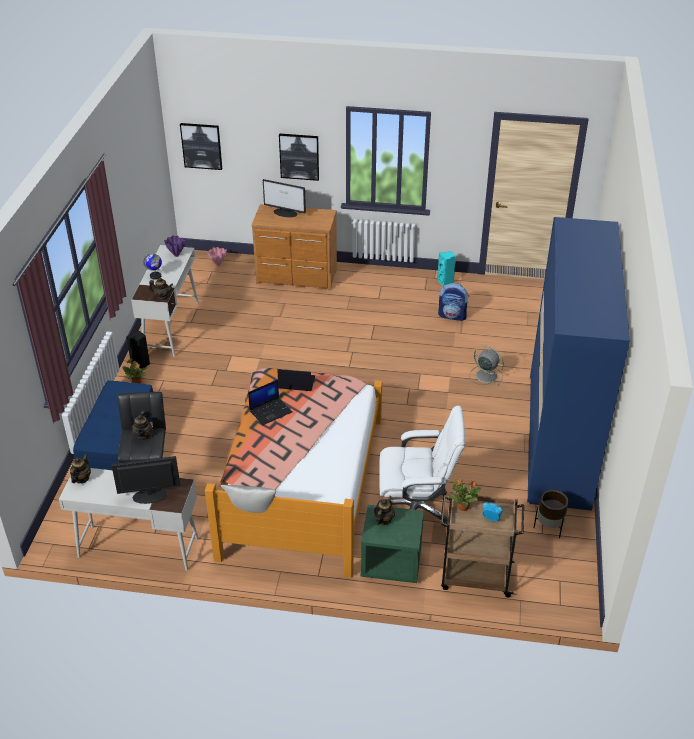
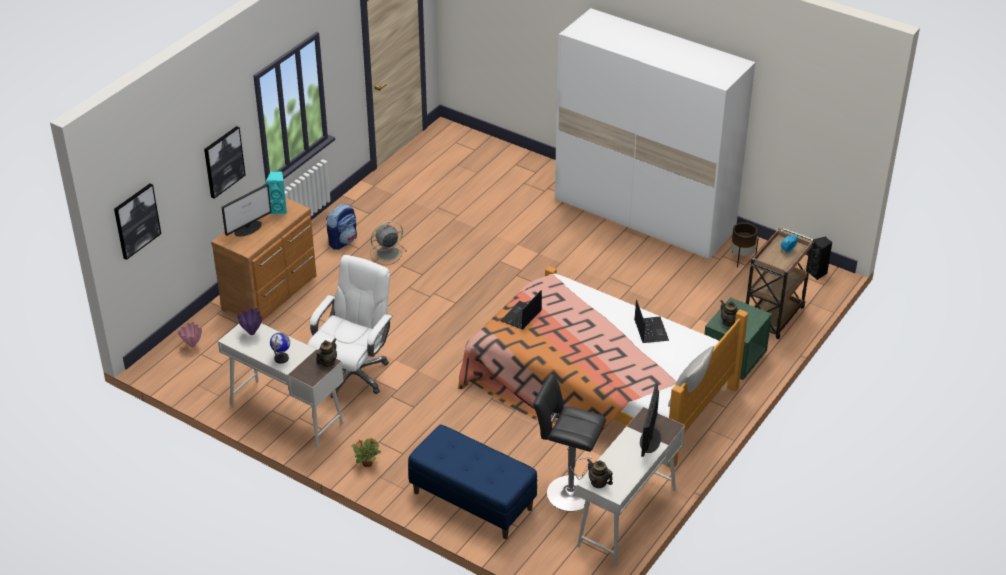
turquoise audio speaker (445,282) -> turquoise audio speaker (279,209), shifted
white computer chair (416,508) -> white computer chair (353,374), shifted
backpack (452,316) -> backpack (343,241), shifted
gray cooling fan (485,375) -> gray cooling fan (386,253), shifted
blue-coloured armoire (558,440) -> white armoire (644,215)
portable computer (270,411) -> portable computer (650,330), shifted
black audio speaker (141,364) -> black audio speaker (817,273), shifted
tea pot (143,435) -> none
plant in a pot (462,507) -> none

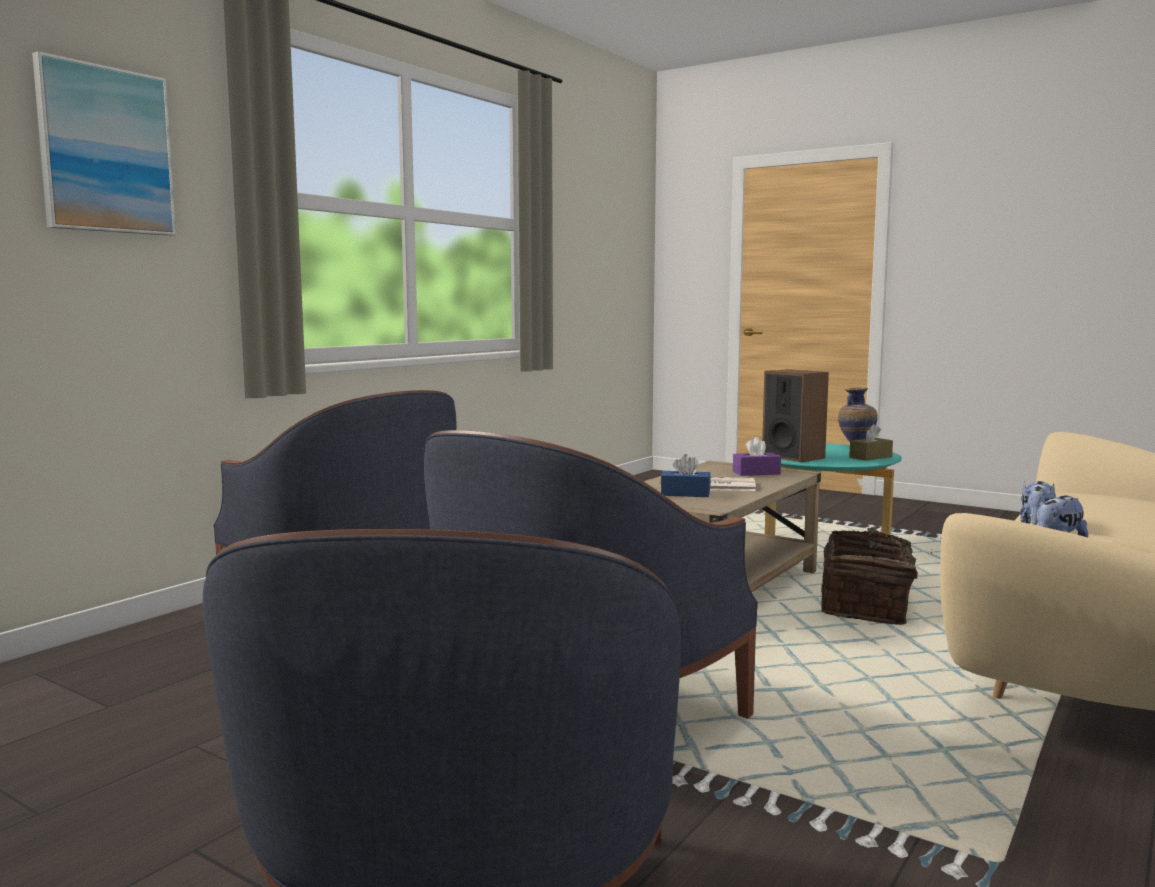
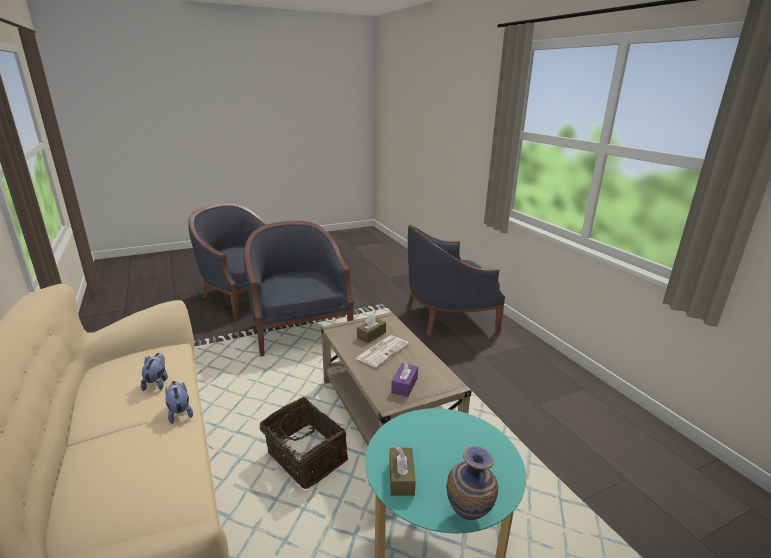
blue-coloured tissue box (685,494) -> brown-coloured tissue box (371,335)
wall picture (106,150) -> none
audio speaker (793,457) -> none

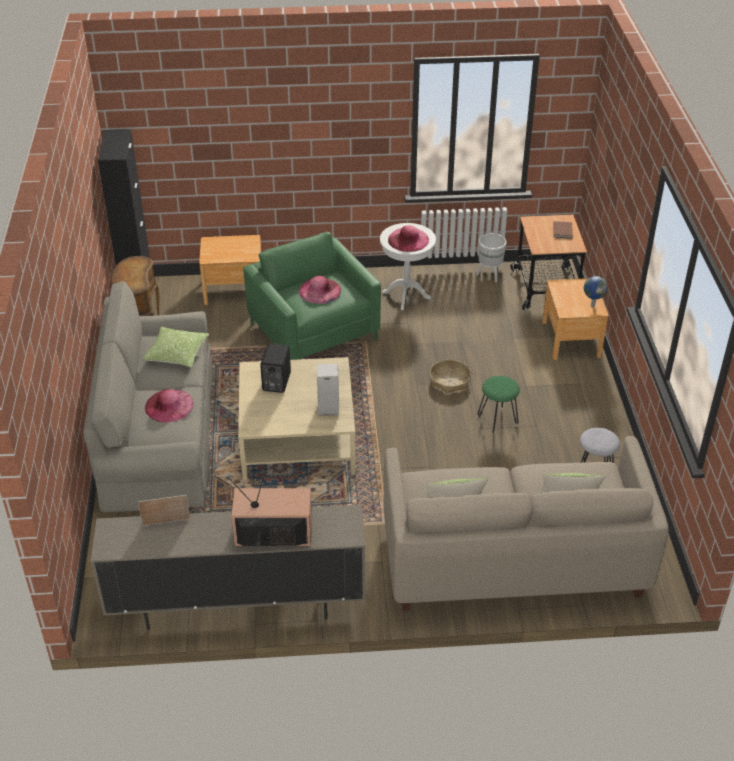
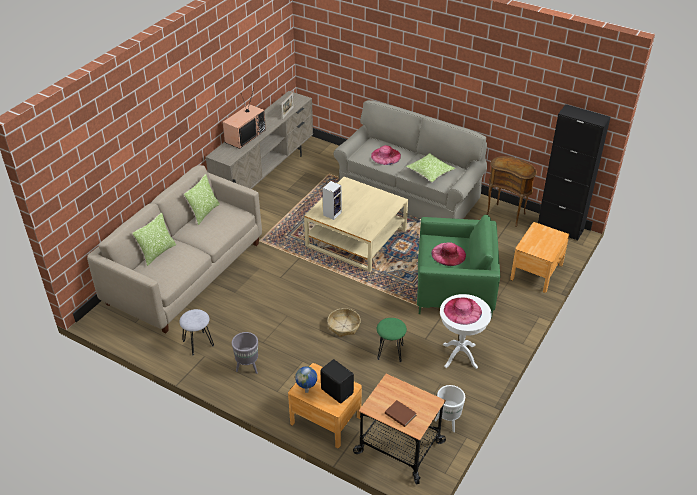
none -> gray plant pot (247,367)
black audio speaker (275,382) -> black audio speaker (337,391), shifted
green sitting stool (498,420) -> green sitting stool (390,352), shifted

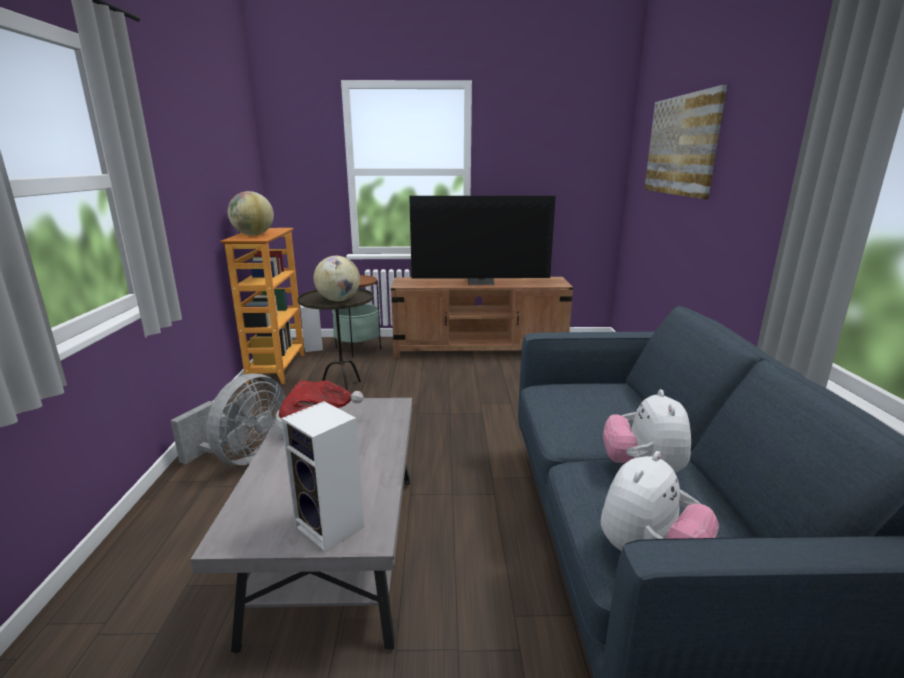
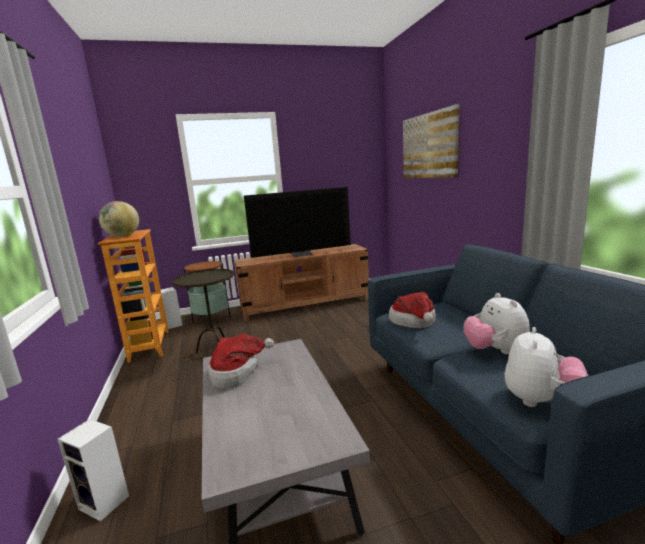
audio speaker (332,527) -> audio speaker (106,502), shifted
none -> hat (414,322)
gray cooling fan (243,457) -> none
globe (338,300) -> none

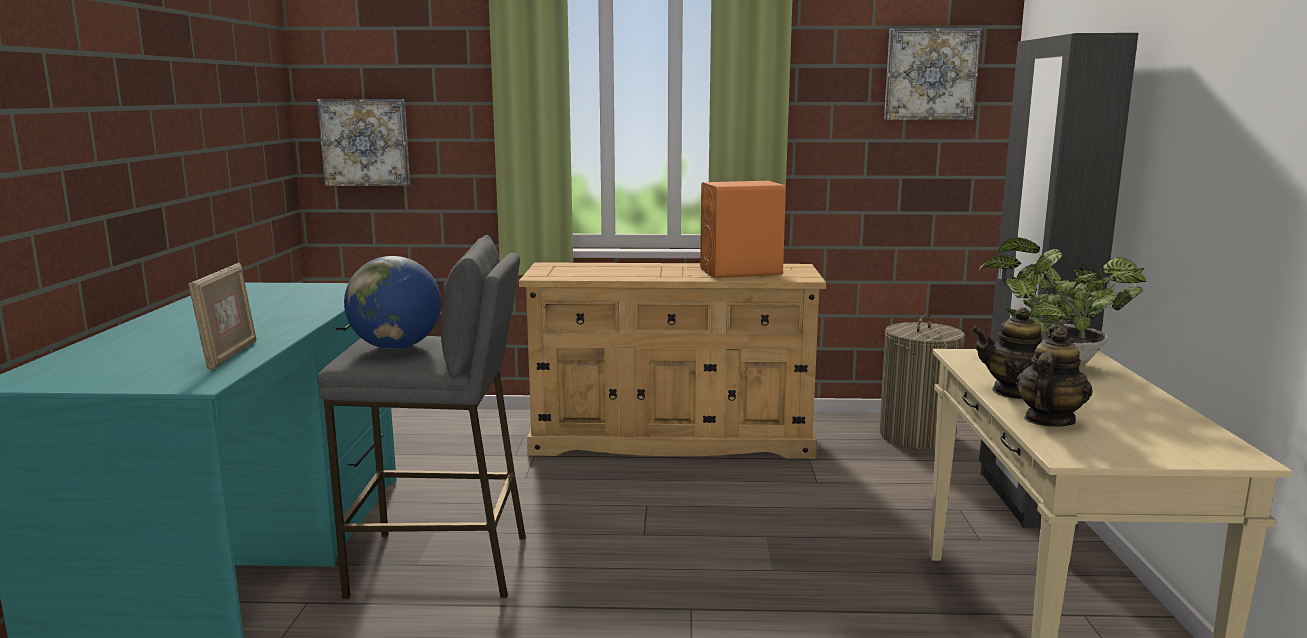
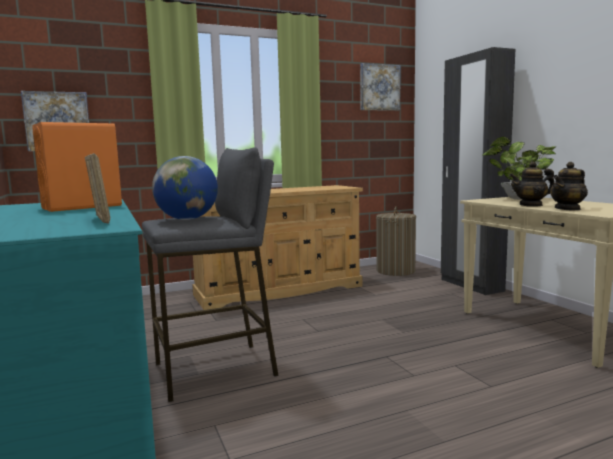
orange-coloured audio speaker (741,272) -> orange-coloured audio speaker (82,207), shifted
tea pot (1048,420) -> tea pot (568,209), 135 degrees counterclockwise

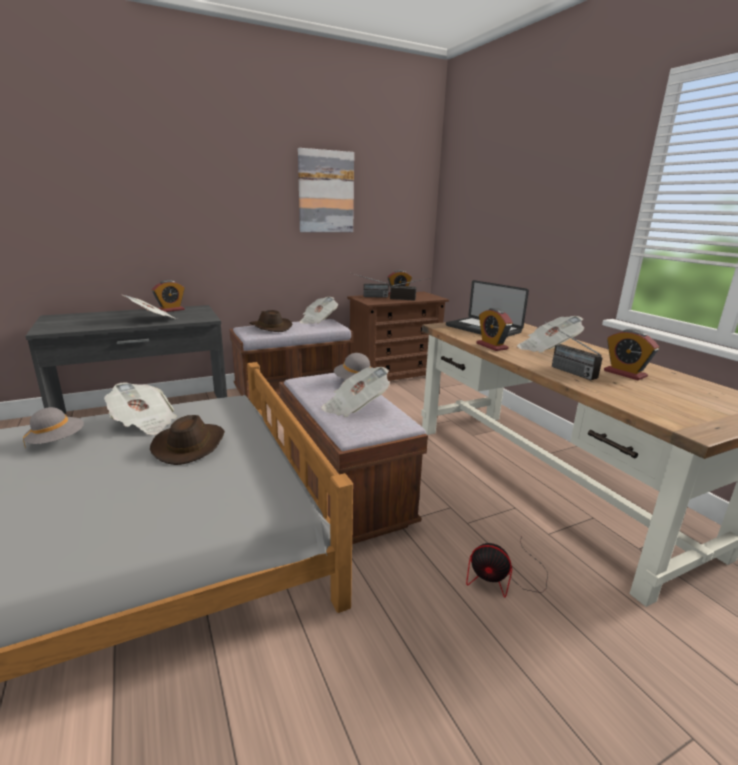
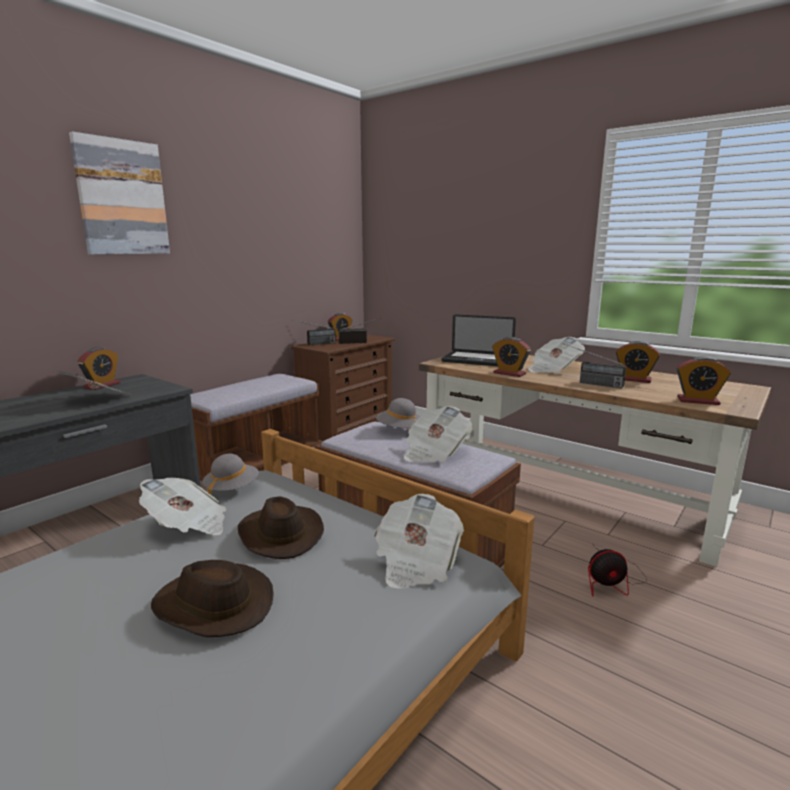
wall picture (326,192) -> wall picture (122,198), shifted
brown-coloured hat (269,327) -> brown-coloured hat (212,606), shifted
gray hat (57,441) -> gray hat (231,489), shifted
daily paper (318,321) -> daily paper (416,562), shifted
none -> bedside clock (698,401)

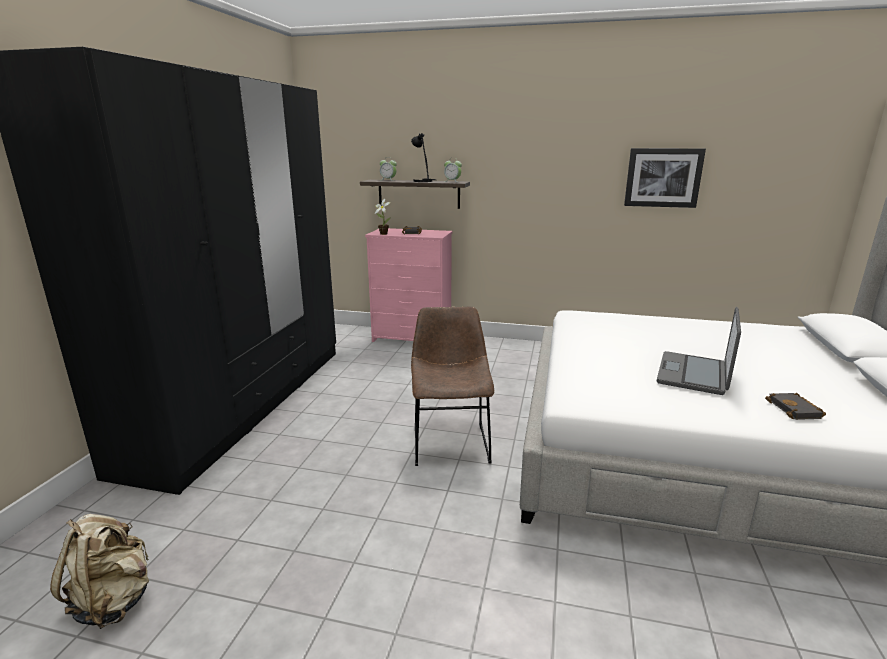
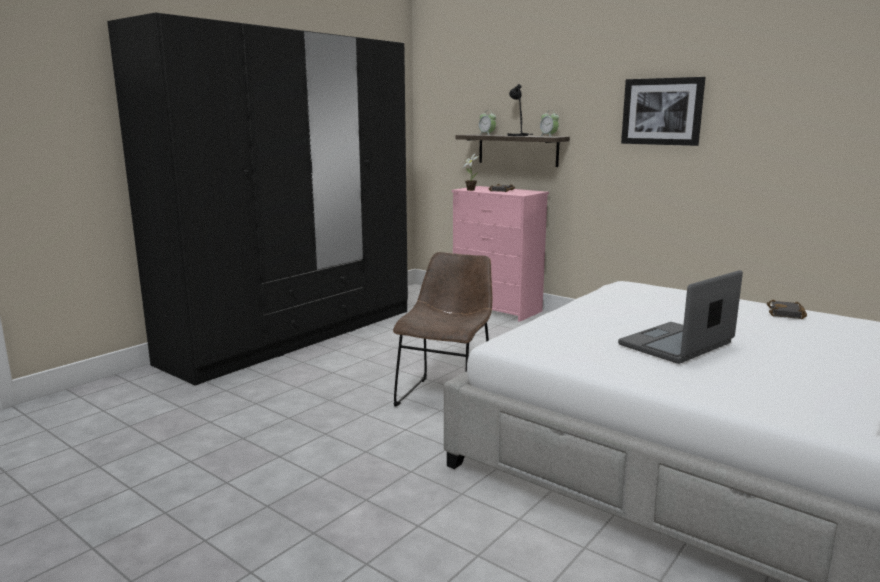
wall picture (663,177) -> wall picture (662,111), shifted
black volume (796,410) -> black volume (787,314), shifted
sand-coloured backpack (114,601) -> none

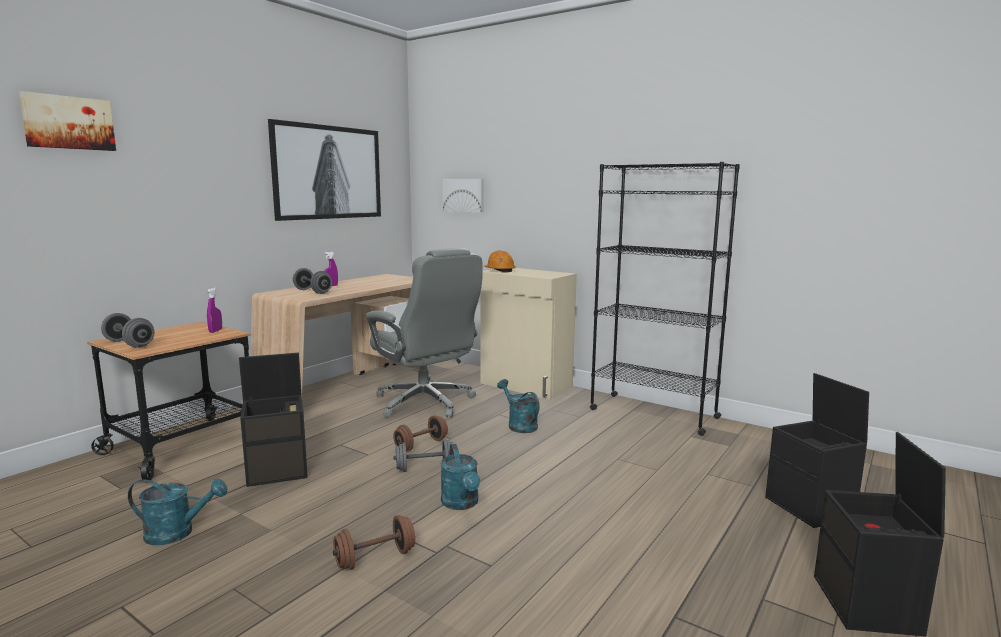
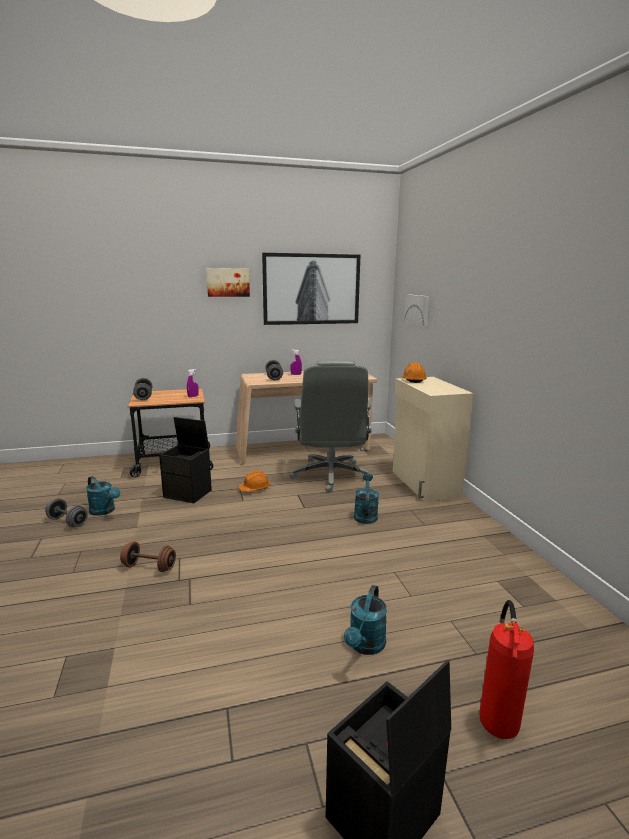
gray hand weight (425,468) -> gray hand weight (67,522), shifted
wall picture (68,123) -> wall picture (228,282), shifted
none -> orange-coloured safety helmet (255,488)
turquoise sprinkling can (461,504) -> turquoise sprinkling can (365,646), shifted
black storage bin (811,508) -> extinguisher (499,705)
brown-coloured hand weight (421,445) -> none
black bookshelf (653,413) -> none

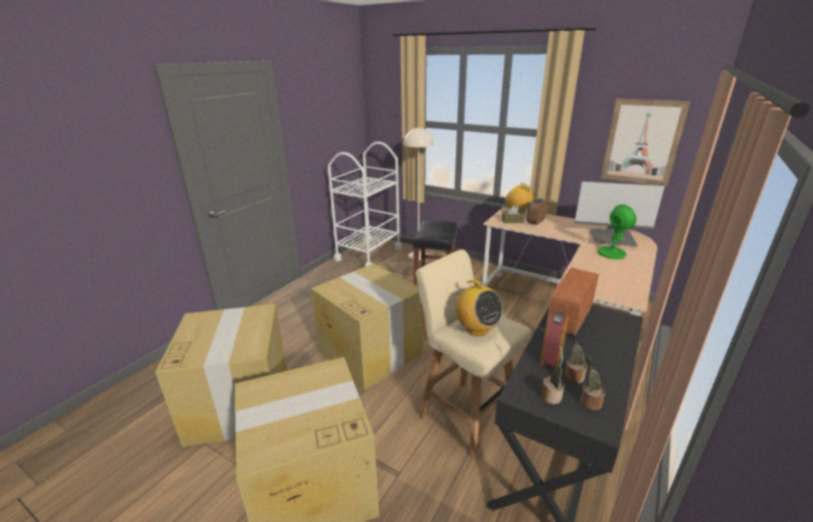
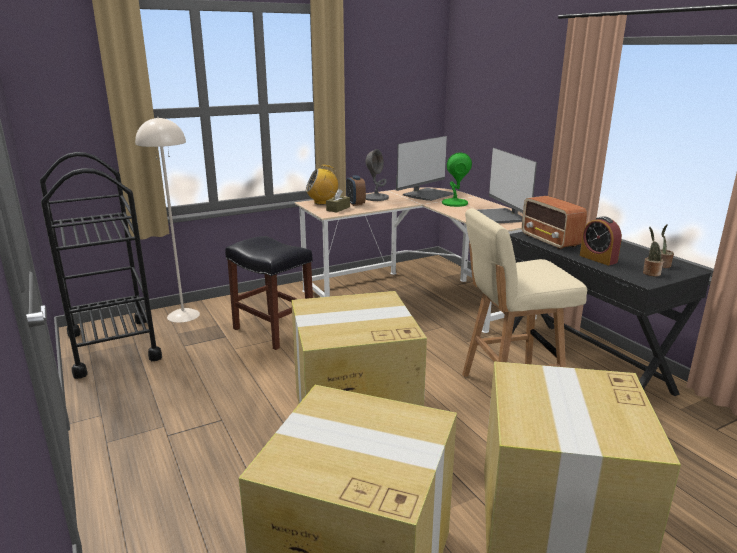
white cart (368,254) -> black cart (113,346)
none -> gray lamp for a table (376,198)
none -> monitor (498,217)
radio receiver (476,329) -> none
plant in a pot (572,376) -> none
wall picture (642,142) -> none

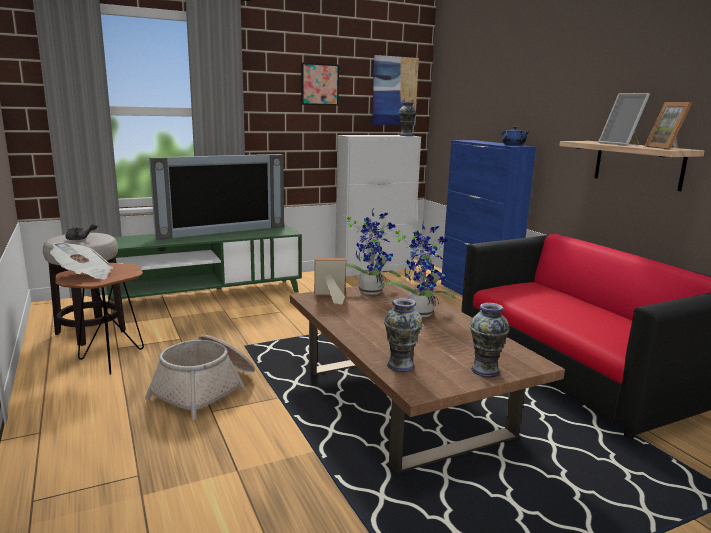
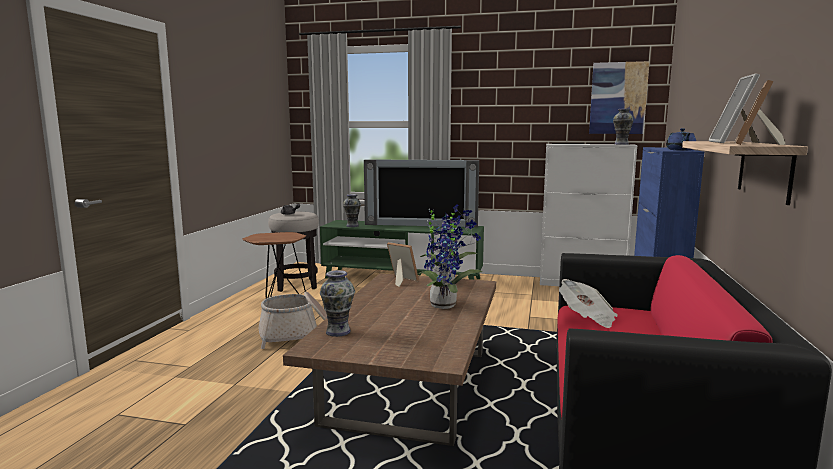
vase (485,370) -> vase (352,226), shifted
daily paper (84,275) -> daily paper (587,318), shifted
wall picture (319,84) -> none

